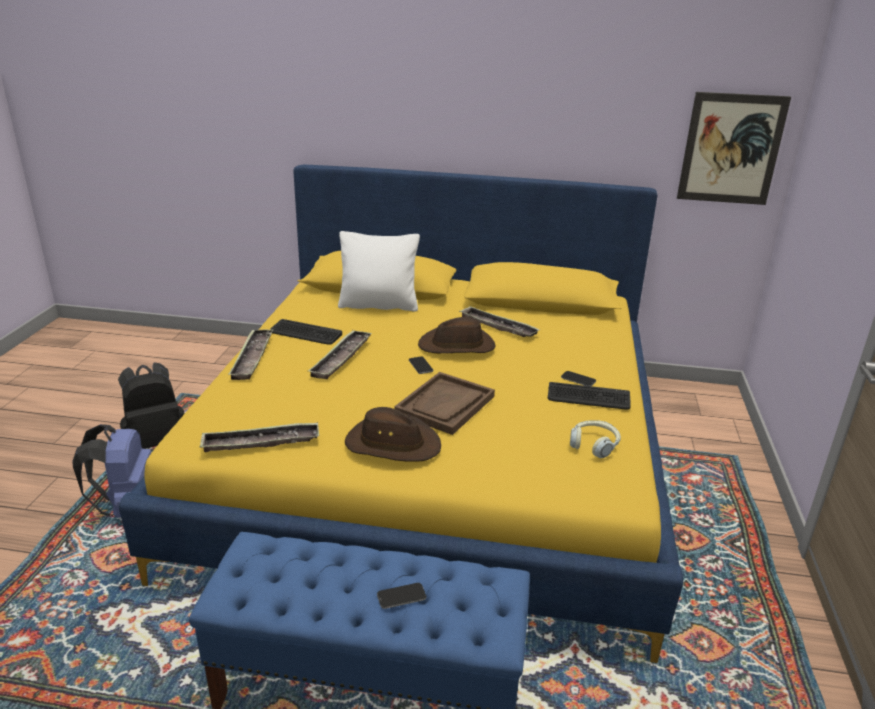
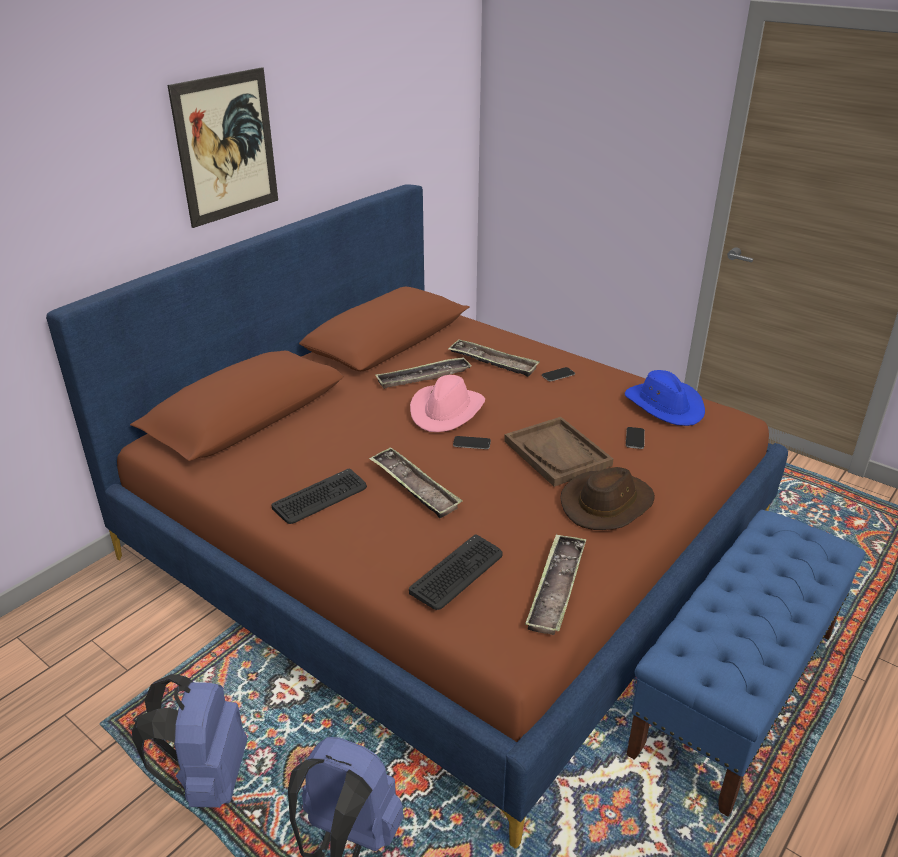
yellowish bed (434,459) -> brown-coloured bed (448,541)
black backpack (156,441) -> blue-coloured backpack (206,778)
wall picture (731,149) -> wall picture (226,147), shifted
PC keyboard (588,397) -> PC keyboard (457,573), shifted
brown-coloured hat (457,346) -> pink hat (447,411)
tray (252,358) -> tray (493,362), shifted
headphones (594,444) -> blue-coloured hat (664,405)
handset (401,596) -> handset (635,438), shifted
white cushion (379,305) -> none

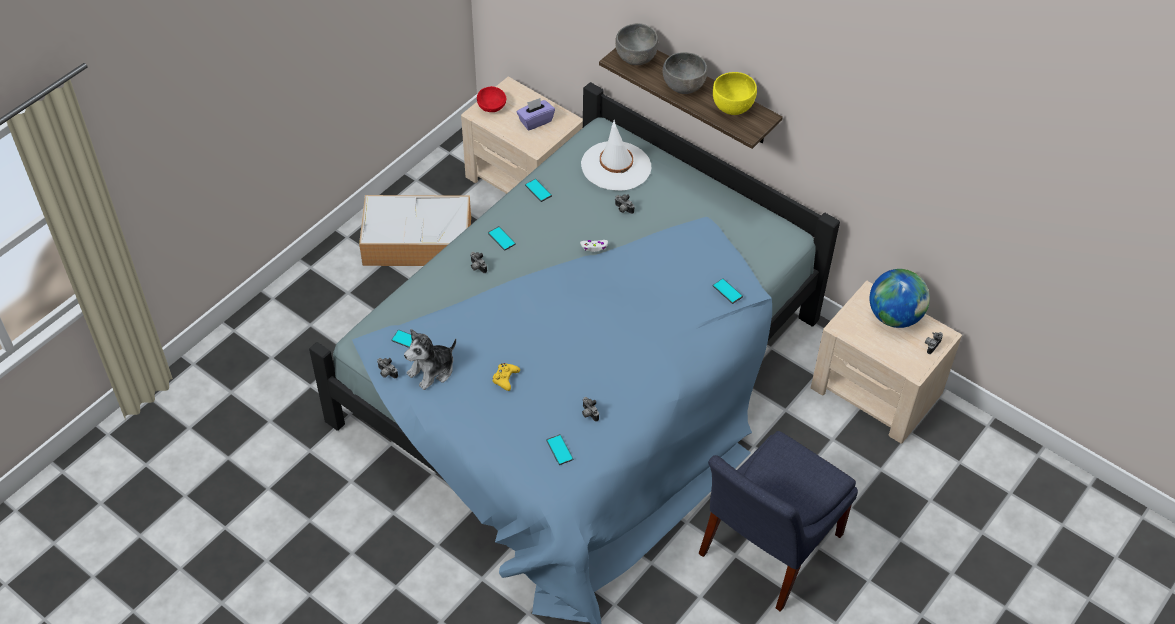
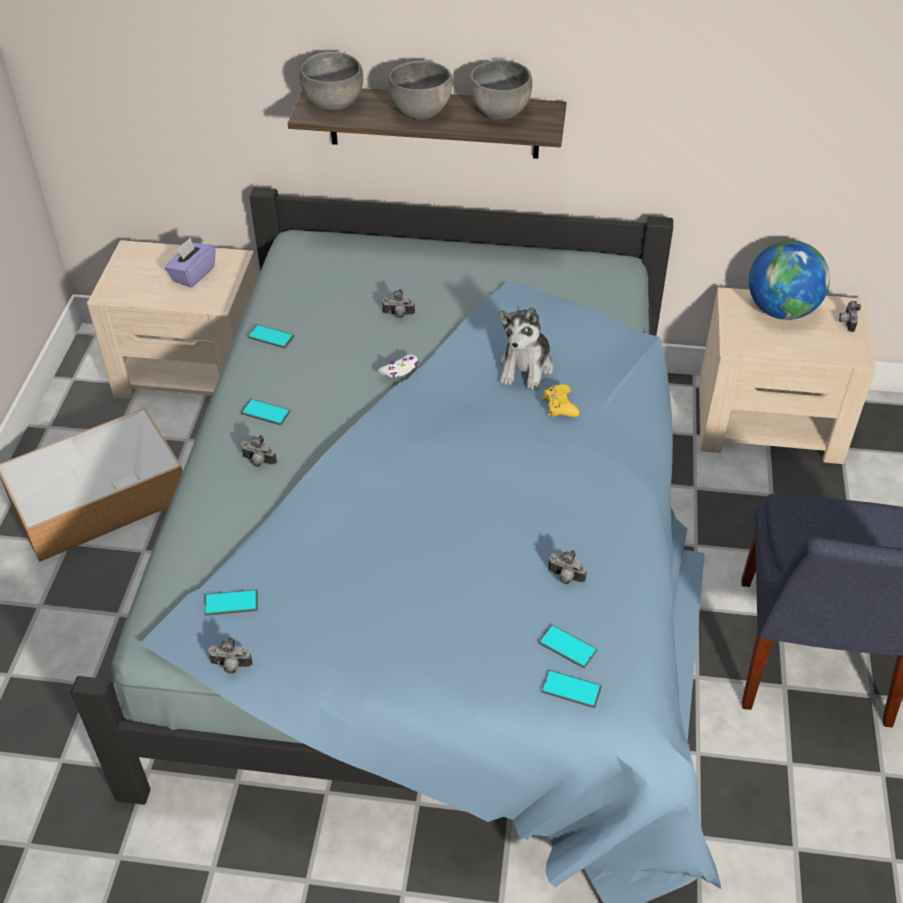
yellowish serving bowl (732,108) -> gray serving bowl (499,113)
soft toy (432,370) -> soft toy (526,368), shifted
yellowish game controller (505,378) -> yellowish game controller (559,406), shifted
handset (727,291) -> handset (571,689), shifted
reddish serving bowl (492,106) -> none
white hat (616,166) -> none

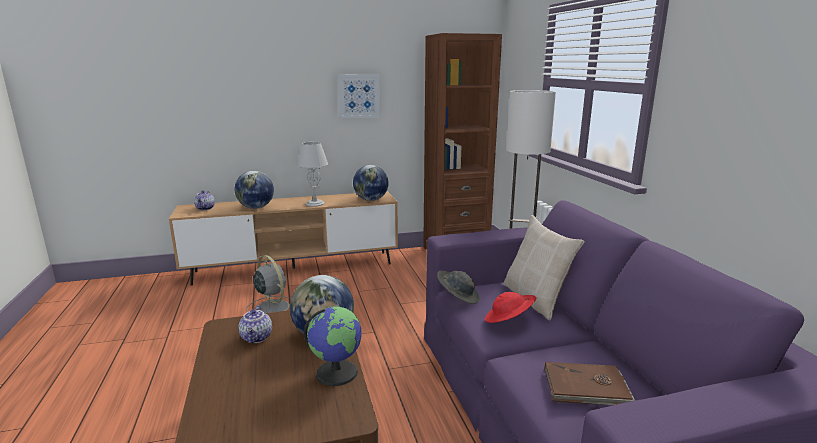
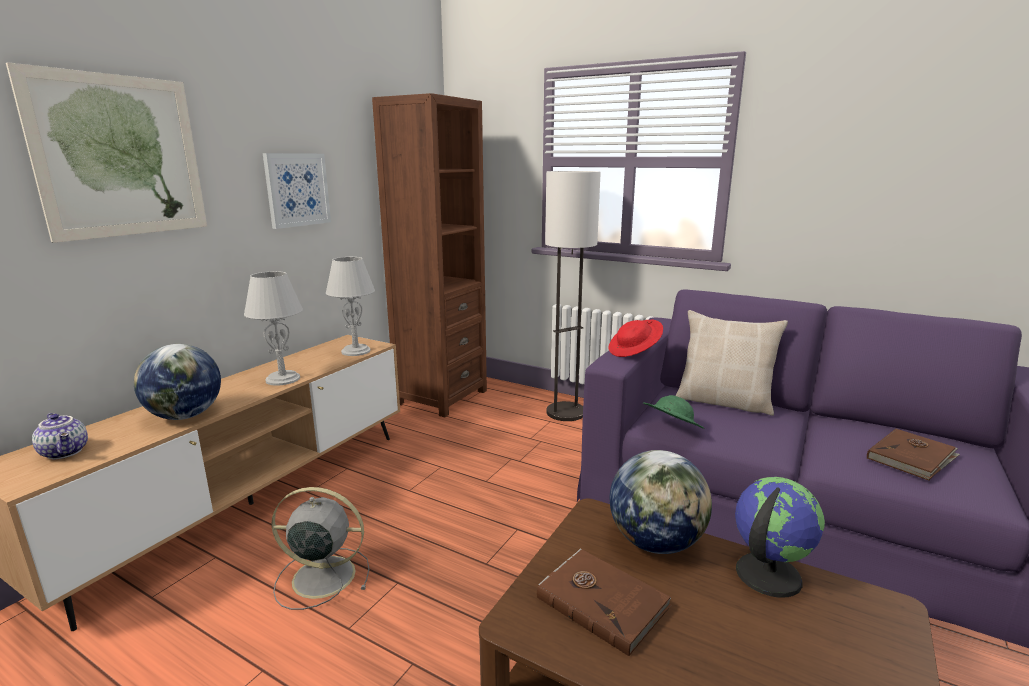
none -> wall picture (120,156)
globe (371,200) -> gray lamp for a table (356,351)
tea pot (257,338) -> brown-coloured volume (602,601)
reddish hat (509,321) -> reddish hat (634,351), shifted
gray hat (458,297) -> green hat (671,429)

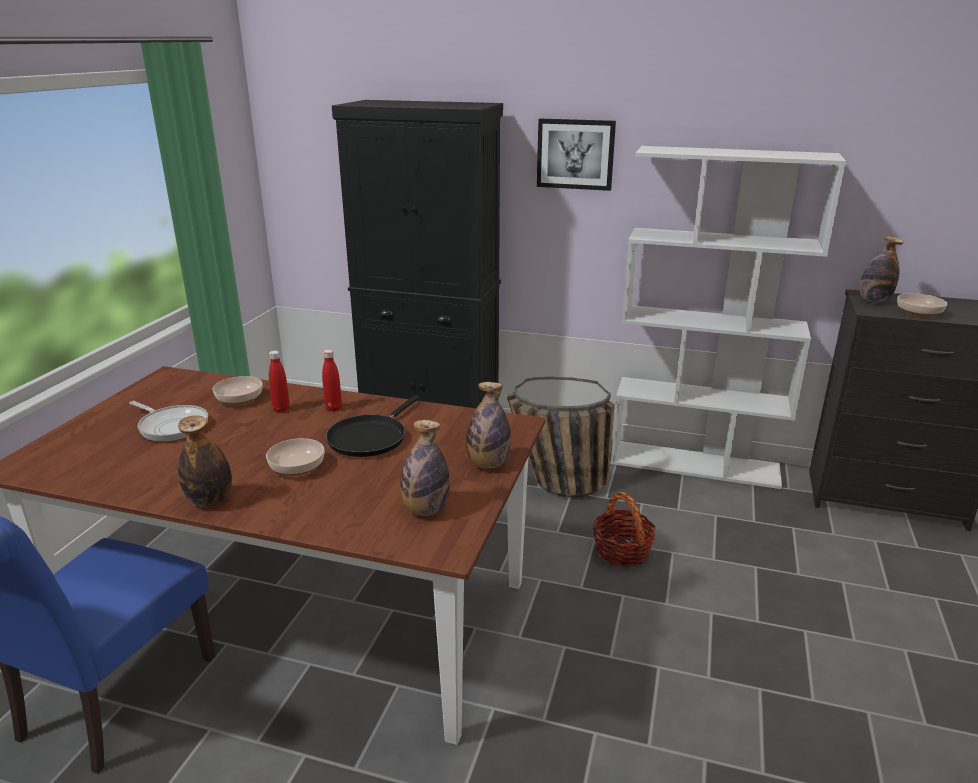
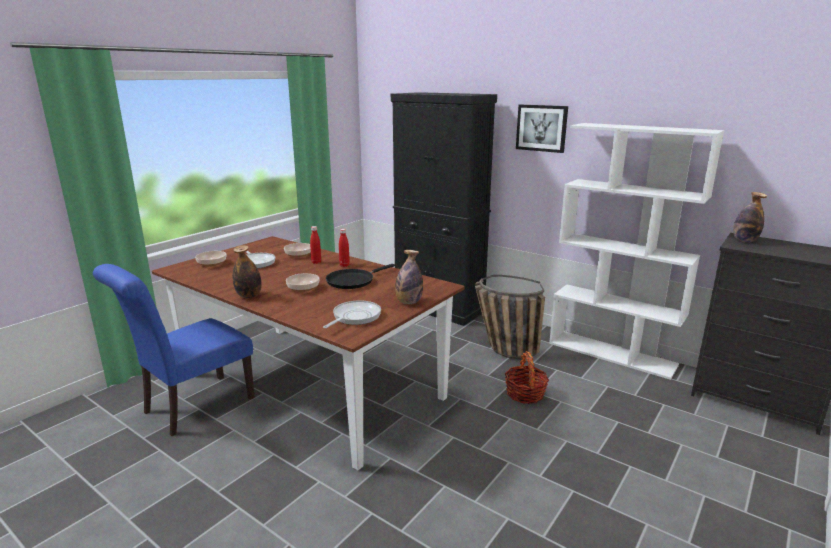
serving bowl (919,313) -> serving bowl (212,264), shifted
drink bottle (425,510) -> frying pan (354,317)

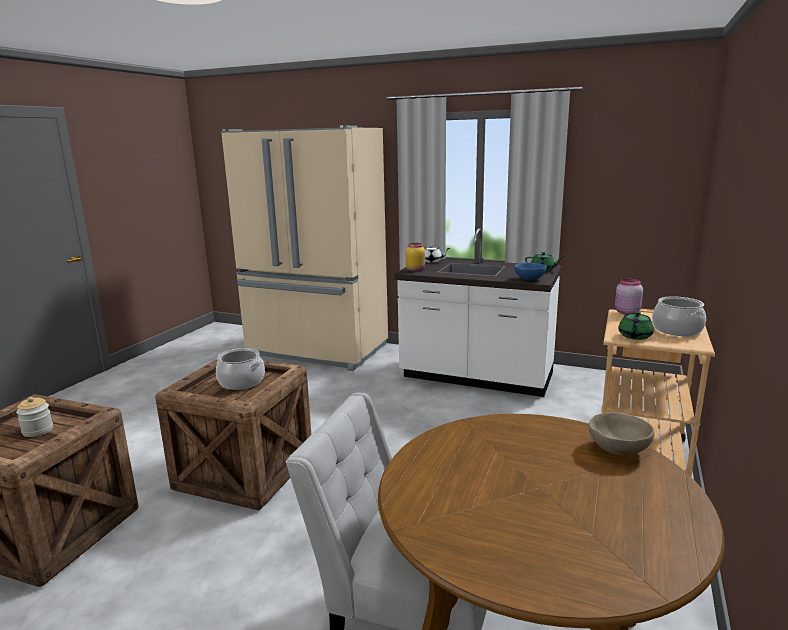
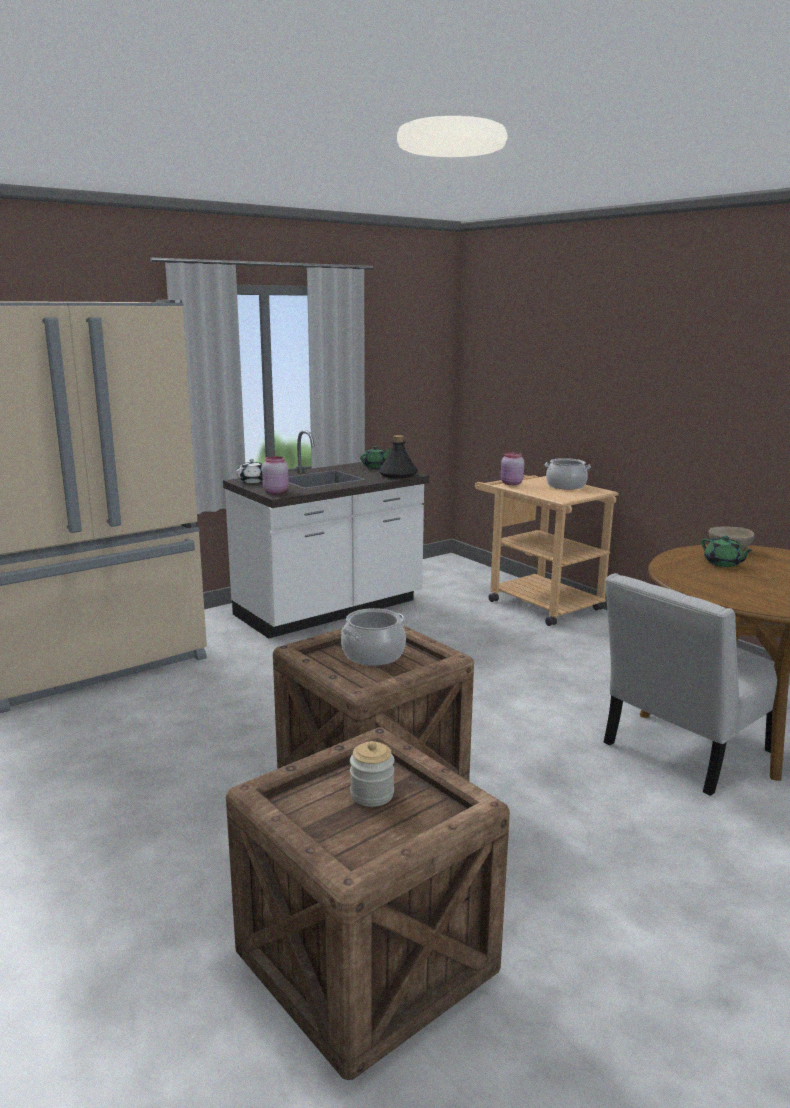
yellowish storage jar (415,269) -> pink storage jar (275,491)
blue-coloured serving bowl (530,279) -> black drink bottle (398,475)
green tea pot (634,336) -> green tea pot (723,563), shifted

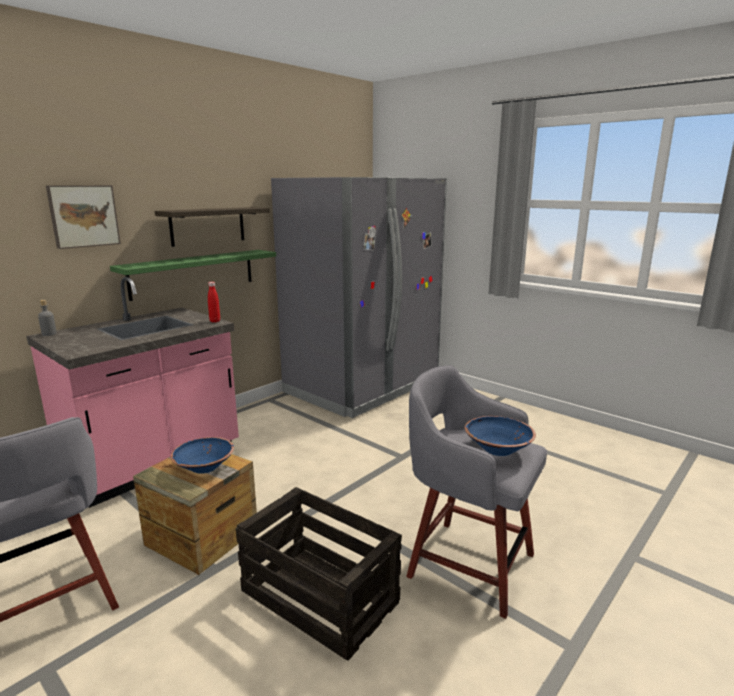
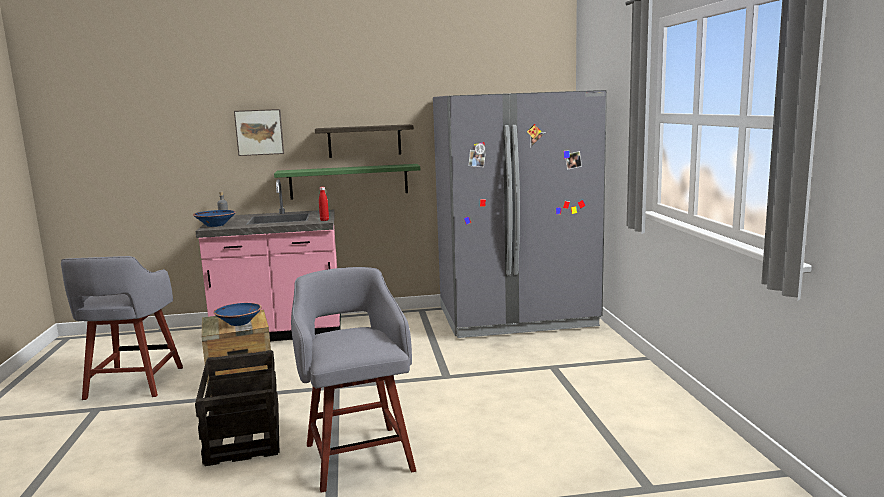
blue-coloured serving bowl (498,449) -> blue-coloured serving bowl (215,225), shifted

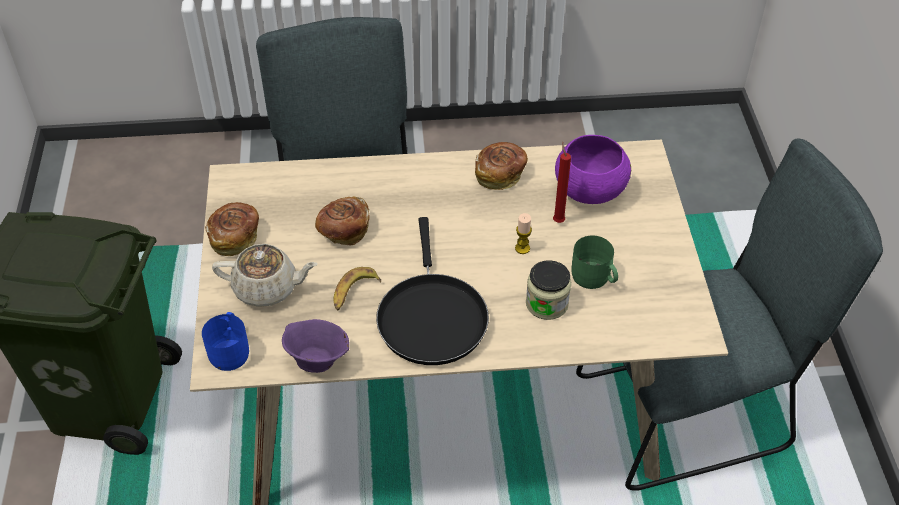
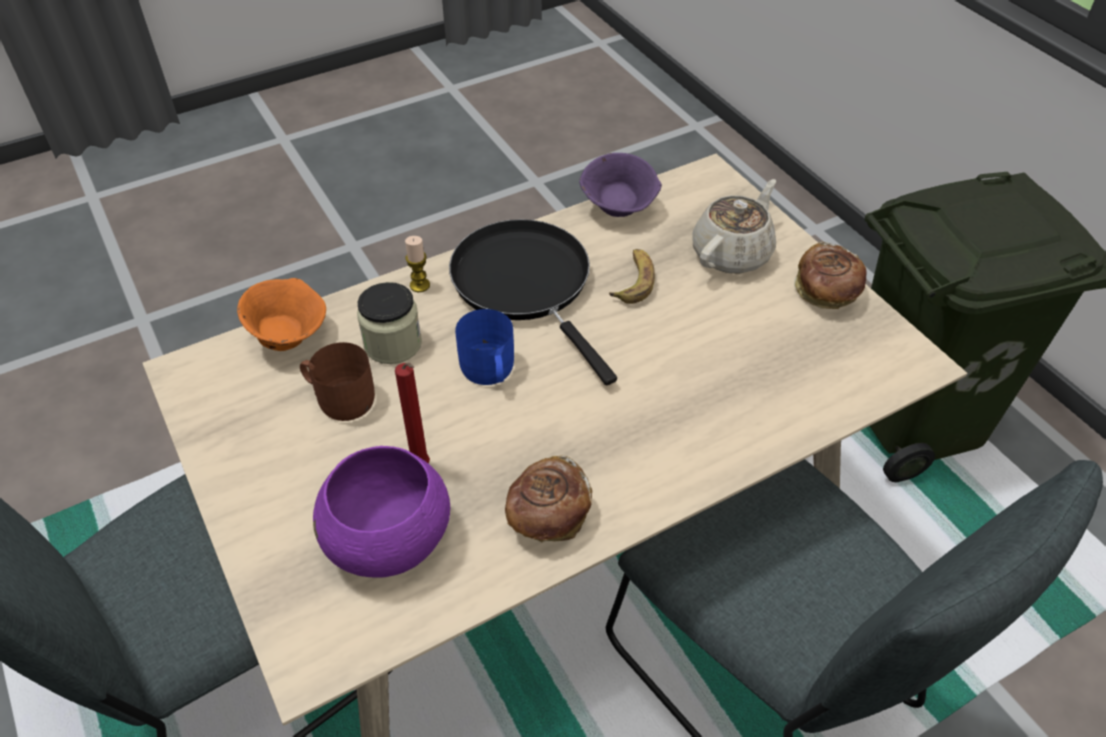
none -> orange-coloured serving bowl (289,337)
green tea mug (594,278) -> brown-coloured tea mug (340,397)
candle (522,248) -> candle (420,285), shifted
blue-coloured tea mug (231,350) -> blue-coloured tea mug (489,371), shifted
sand-coloured tea pot (267,288) -> sand-coloured tea pot (732,253), 150 degrees clockwise
baked bread (344,231) -> none

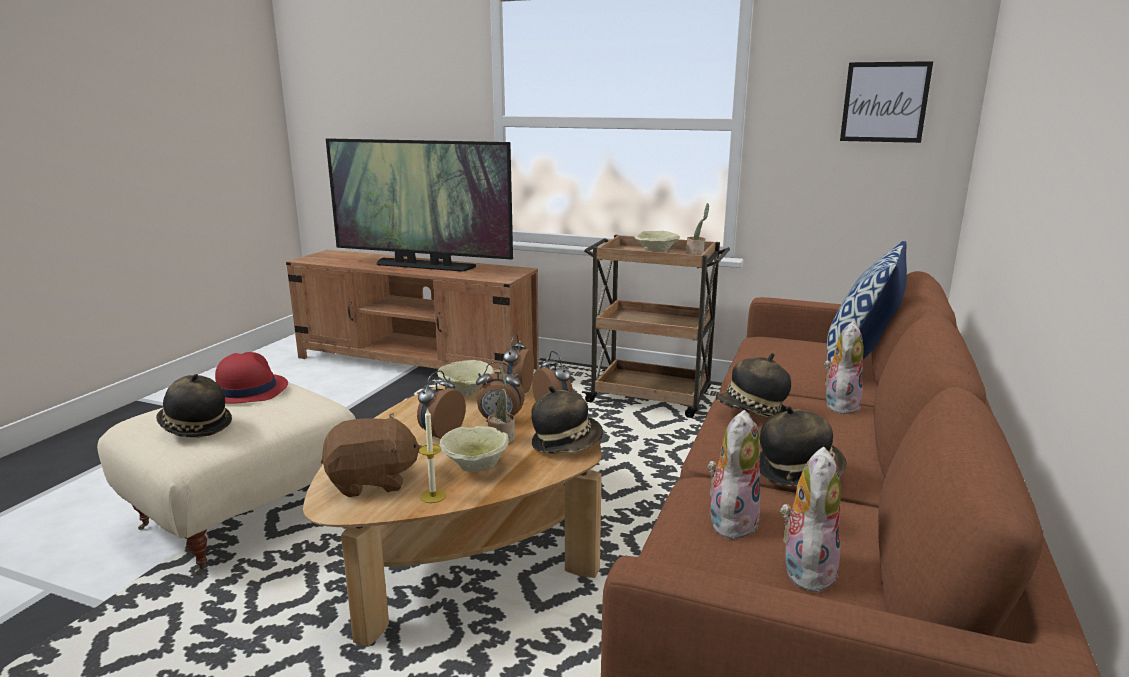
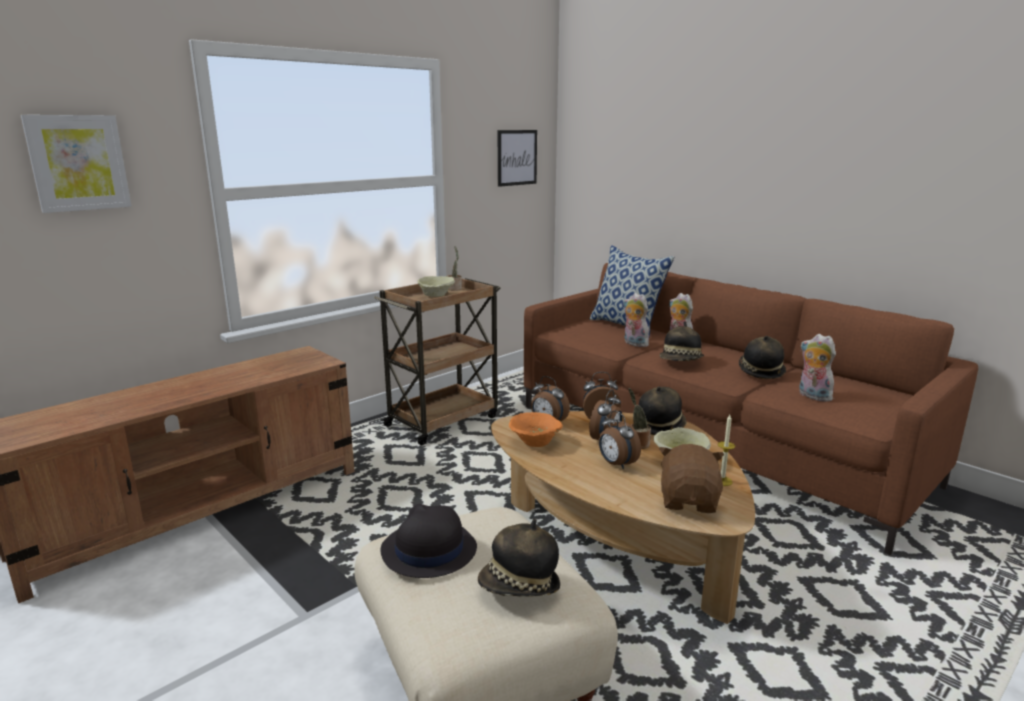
none -> wall picture (78,163)
reddish hat (247,390) -> black hat (428,550)
sand-coloured serving bowl (467,392) -> orange-coloured serving bowl (535,442)
soft toy (805,568) -> soft toy (634,344), shifted
TV (423,266) -> none

